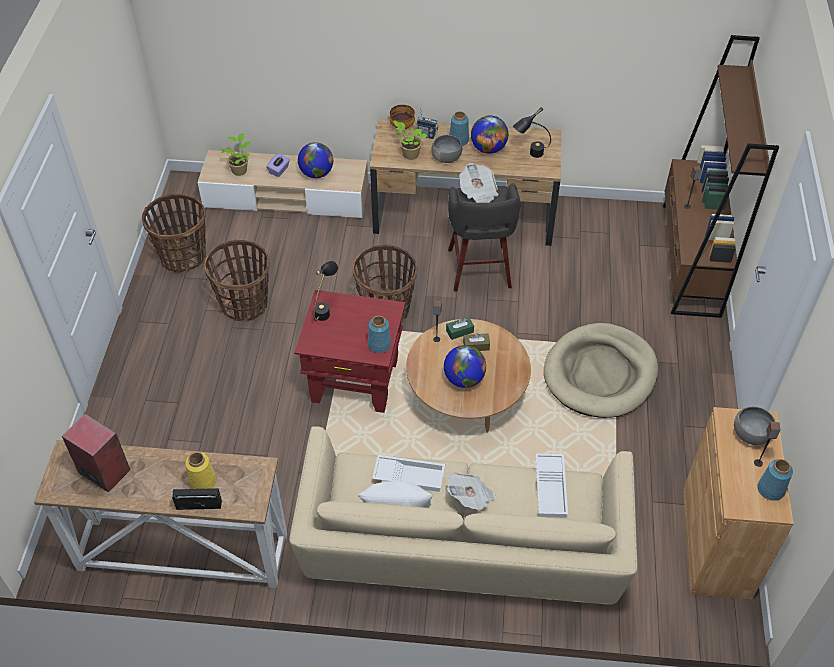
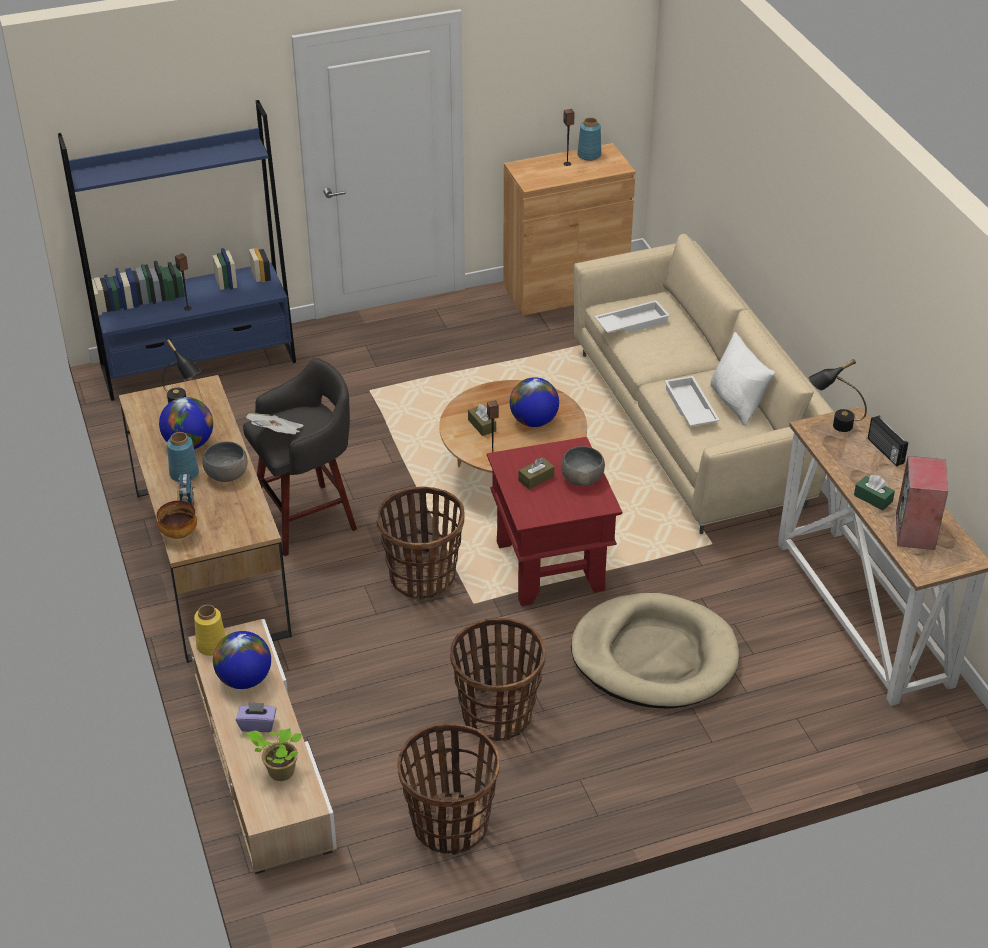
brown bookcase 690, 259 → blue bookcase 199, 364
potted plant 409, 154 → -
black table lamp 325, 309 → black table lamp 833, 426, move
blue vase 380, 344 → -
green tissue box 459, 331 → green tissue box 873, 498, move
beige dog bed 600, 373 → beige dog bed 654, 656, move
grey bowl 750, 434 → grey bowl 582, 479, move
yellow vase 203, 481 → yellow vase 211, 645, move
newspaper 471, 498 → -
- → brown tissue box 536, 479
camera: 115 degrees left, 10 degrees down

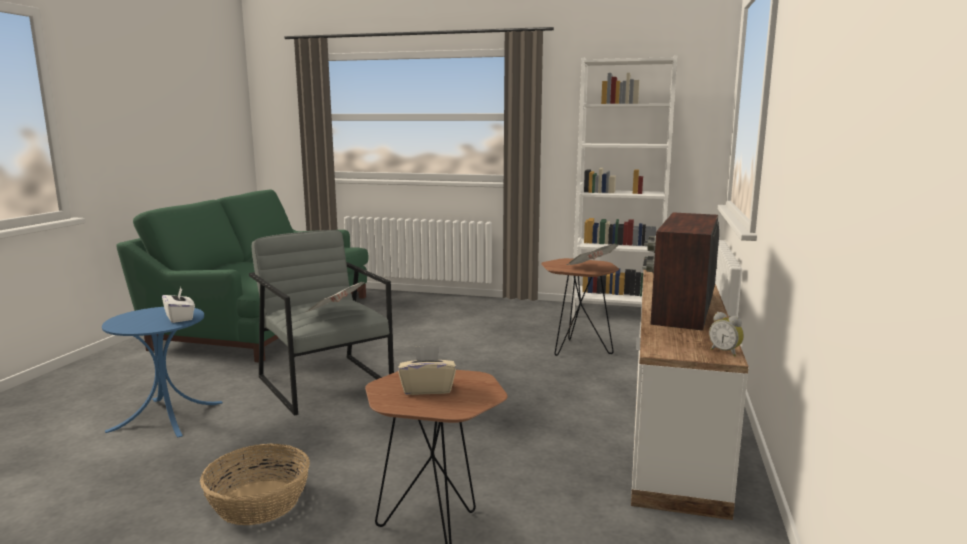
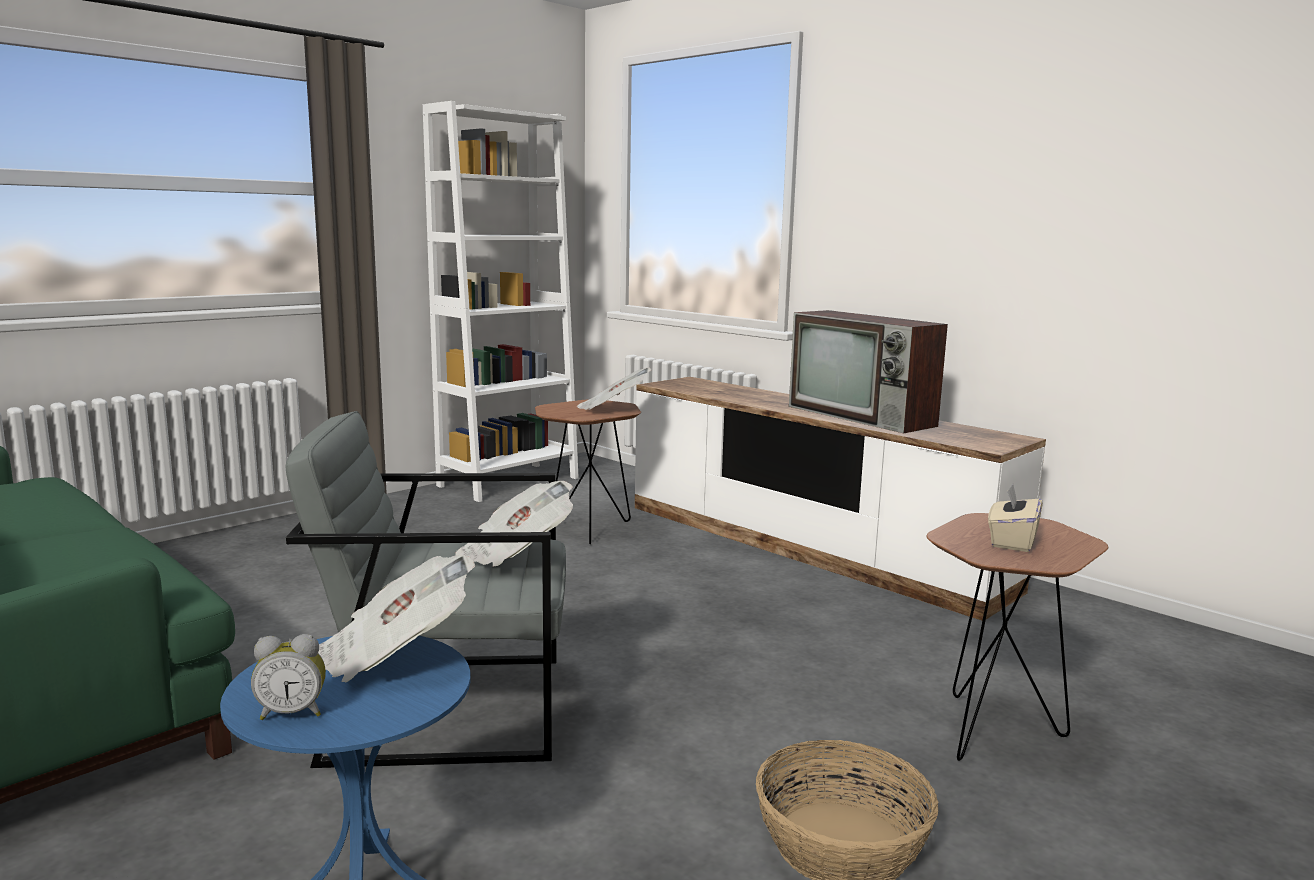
white tissue box 180, 317 → newspaper 392, 655
alarm clock 725, 352 → alarm clock 292, 712, move
camera: 60 degrees left, 0 degrees up

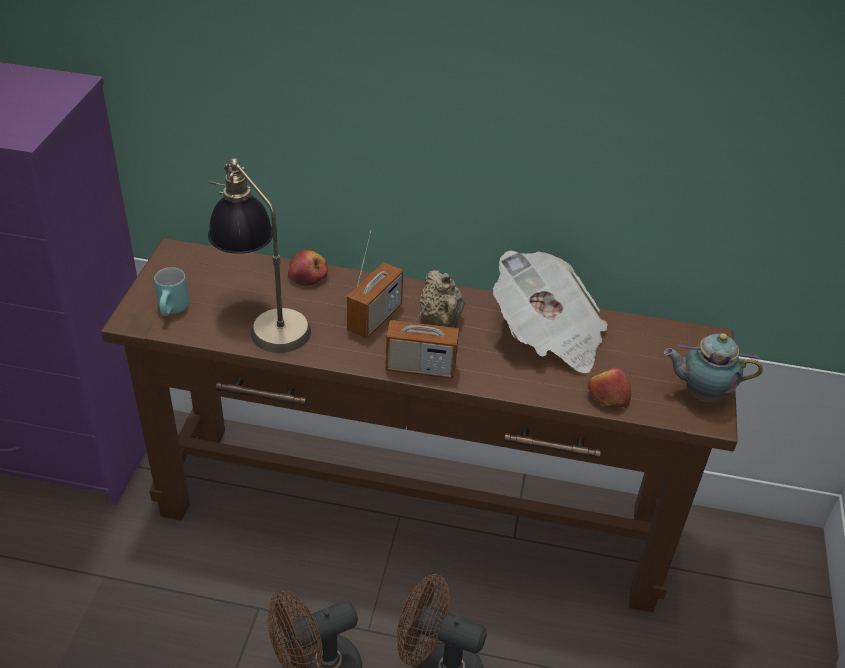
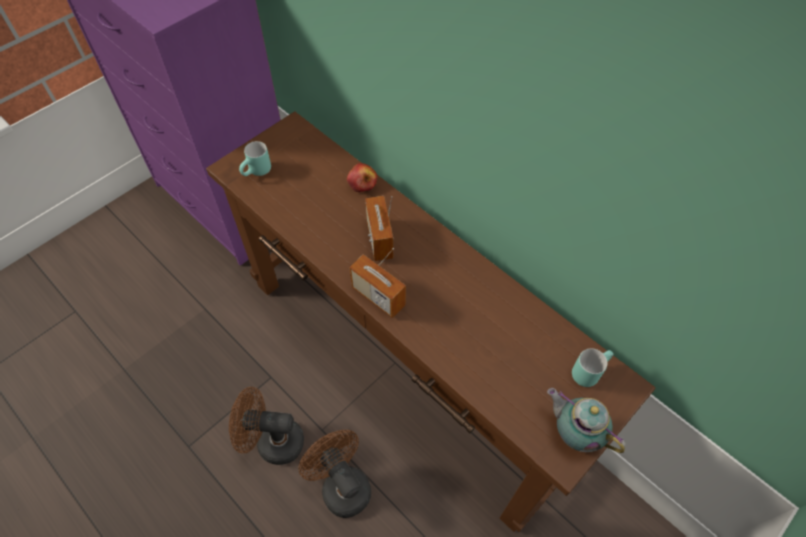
table lamp 263, 319 → -
radio 375, 318 → radio 379, 239, 105 degrees clockwise
newspaper 548, 335 → -
beige teapot 441, 320 → -
apple 607, 396 → -
- → turquoise mug 588, 370
camera: 35 degrees right, 15 degrees up

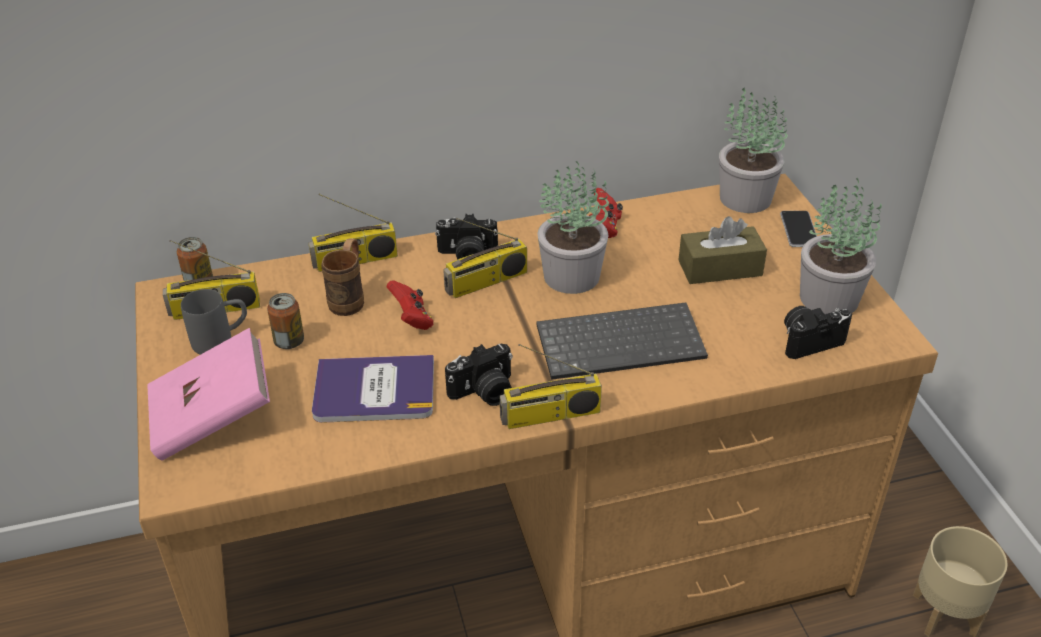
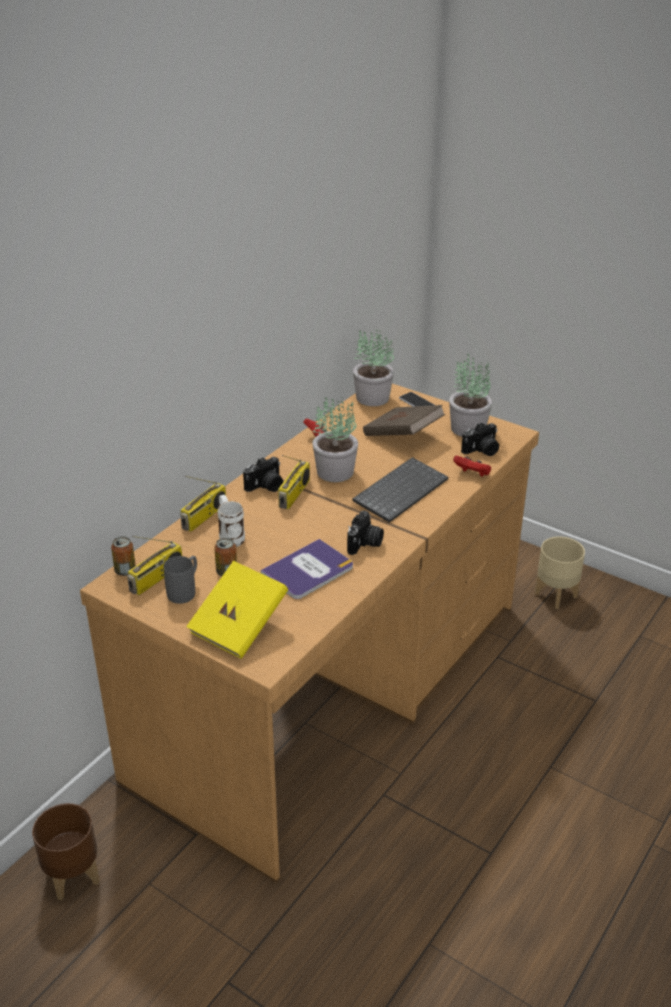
brown tissue box 720, 268 → brown book 402, 436
brown mug 350, 298 → white mug 230, 536
red game controller 412, 319 → red game controller 472, 474, move
photo camera 809, 340 → photo camera 482, 451, 150 degrees counterclockwise
pink book 213, 418 → yellow book 239, 626
radio 550, 416 → -
- → brown planter 74, 876
camera: 40 degrees left, 5 degrees down

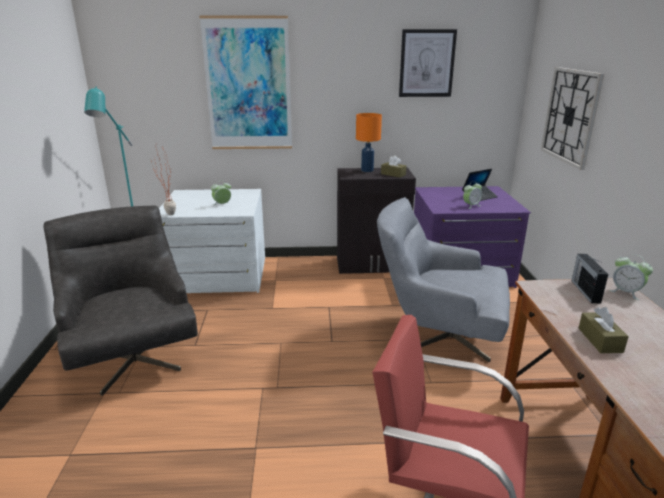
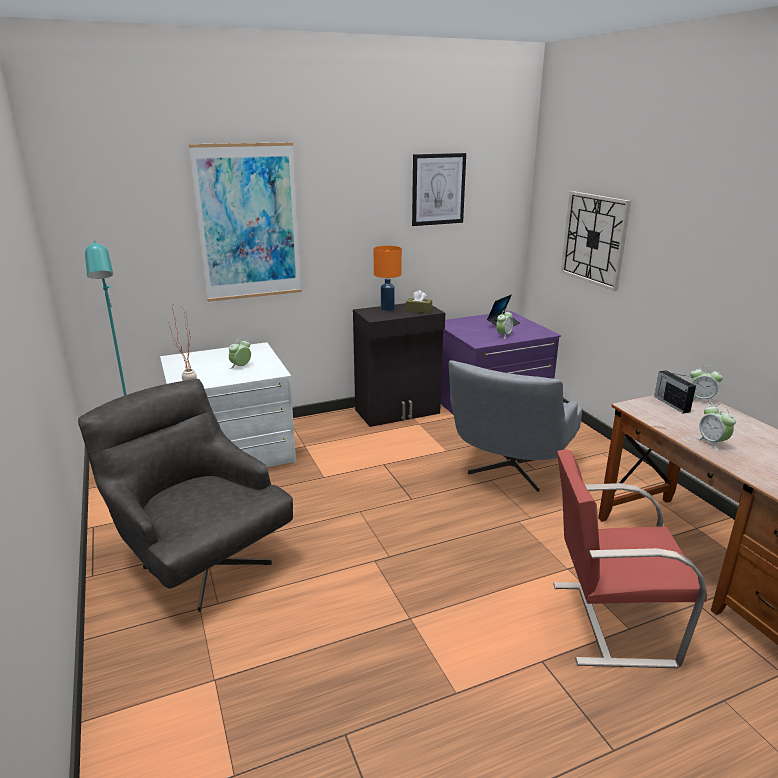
grey armchair 438, 335 → grey armchair 509, 472, 60 degrees counterclockwise
brown tissue box 600, 340 → alarm clock 712, 443
camera: 20 degrees left, 0 degrees up

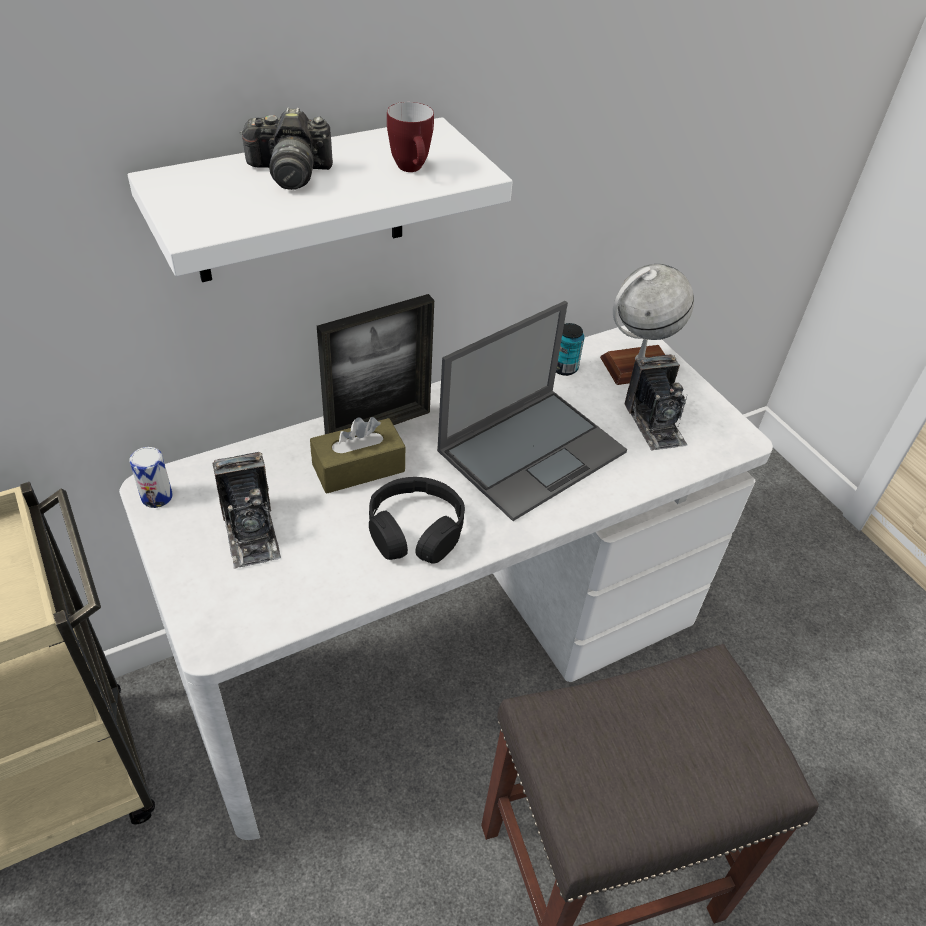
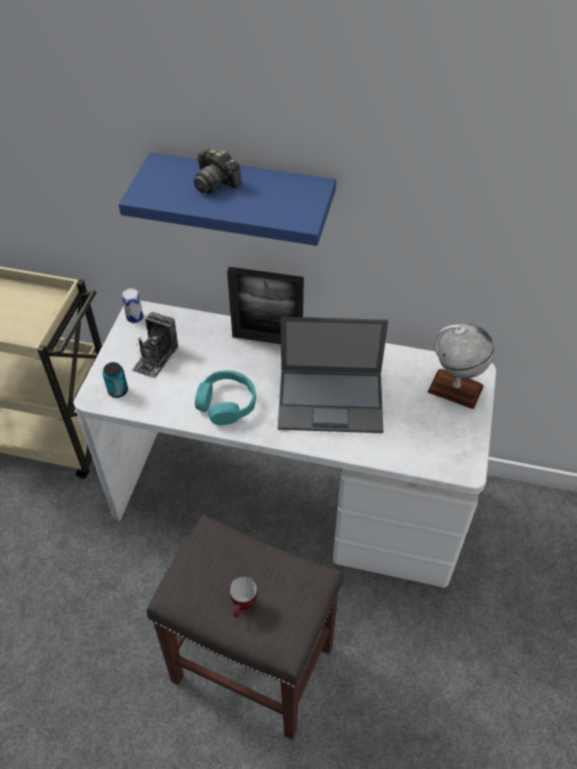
mug 412, 170 → mug 243, 607, move
white shelf 300, 202 → blue shelf 242, 196
can 564, 368 → can 118, 391, move
photo camera 655, 423 → -
brown tissue box 358, 468 → -
black headphones 415, 530 → turquoise headphones 226, 403
camera: 45 degrees right, 5 degrees up

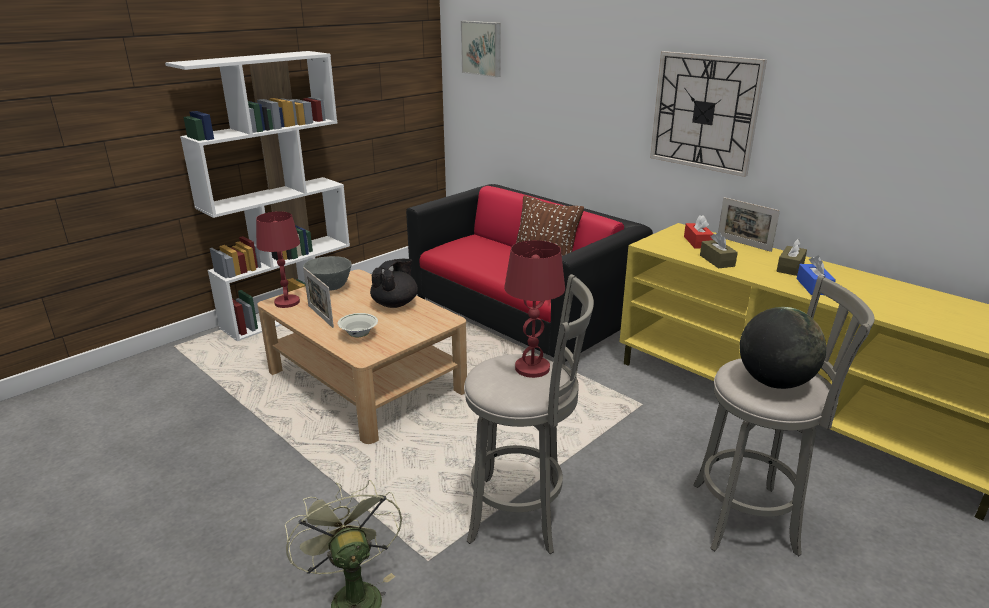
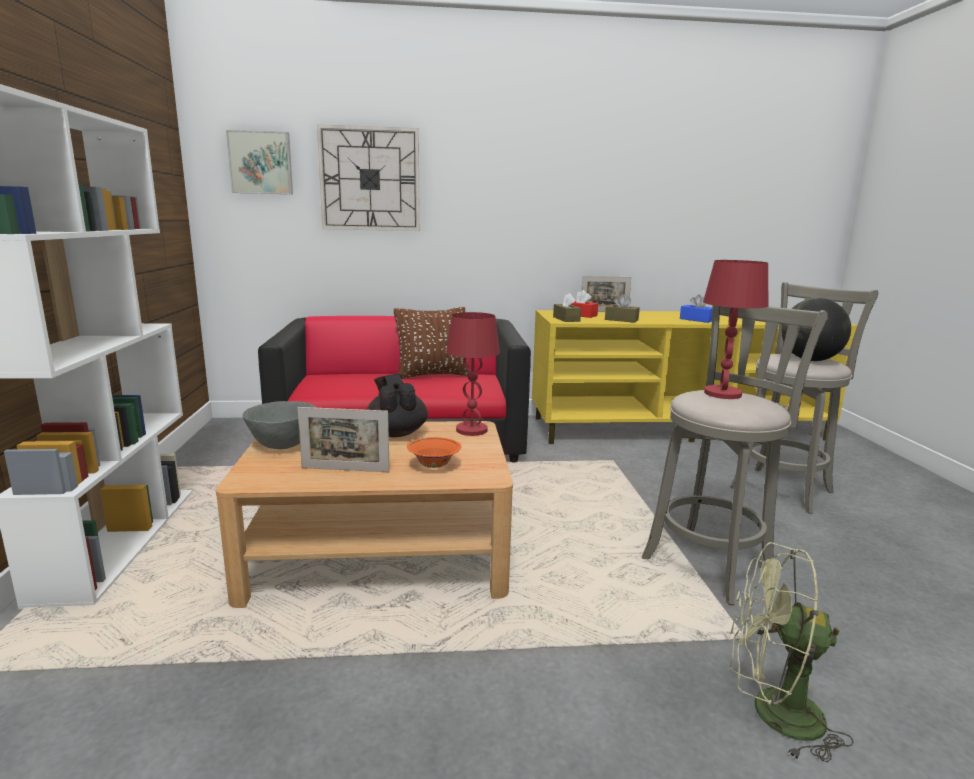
wall clock 704, 112 → wall clock 370, 179, move
red table lamp 287, 302 → red table lamp 472, 430, move
brown tissue box 790, 267 → brown tissue box 566, 319, move
white bowl 359, 335 → orange bowl 434, 466
camera: 50 degrees left, 10 degrees down

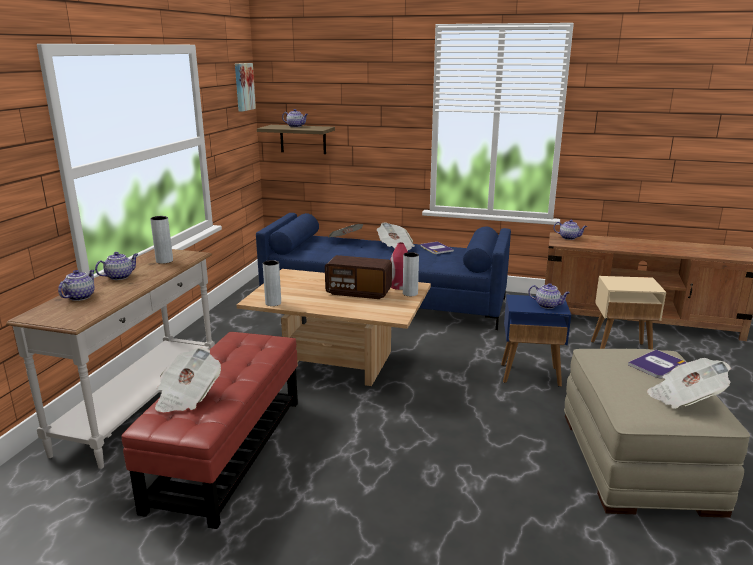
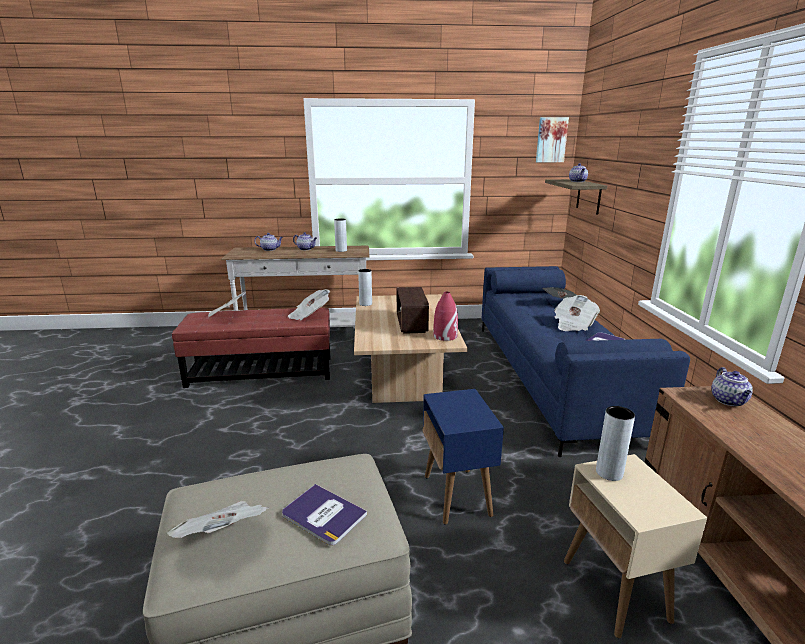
grey vase 410, 293 → grey vase 609, 473, move
teapot 548, 305 → -
- → newspaper 309, 315
camera: 70 degrees right, 0 degrees up

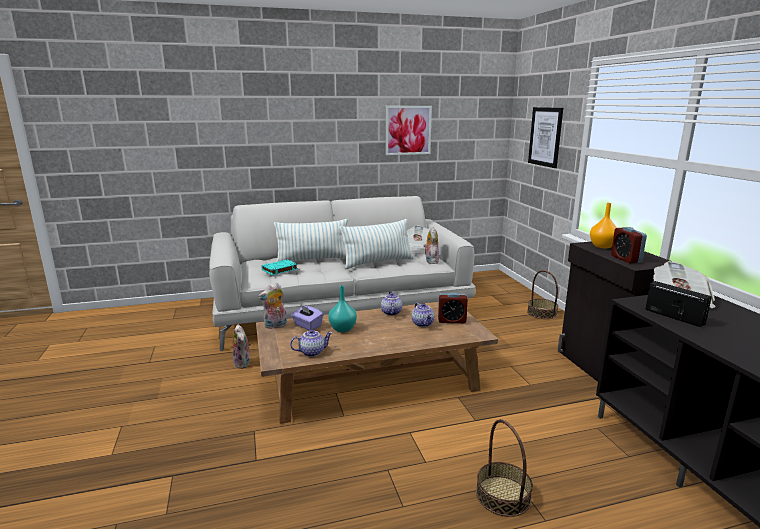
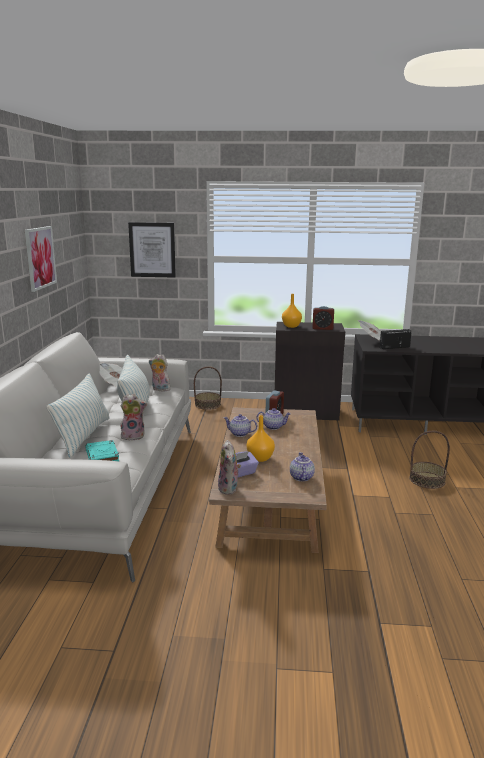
turquoise vase 343, 329 → orange vase 261, 458
plush toy 243, 364 → plush toy 133, 436, move
camera: 70 degrees left, 0 degrees up

